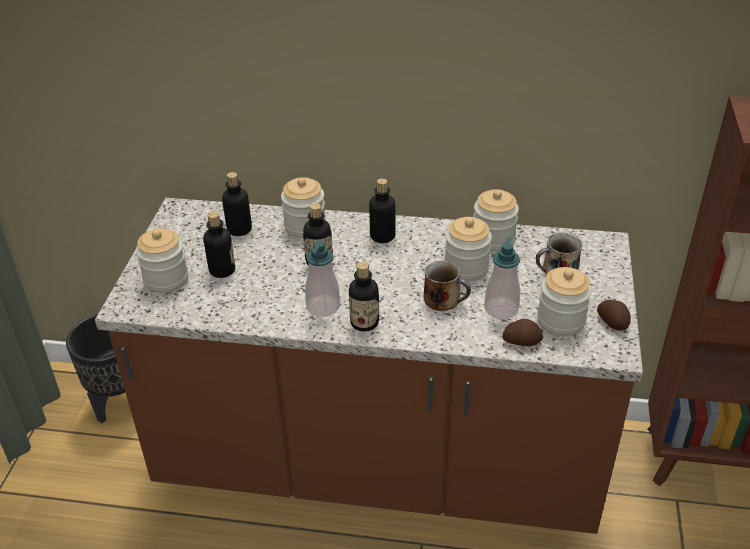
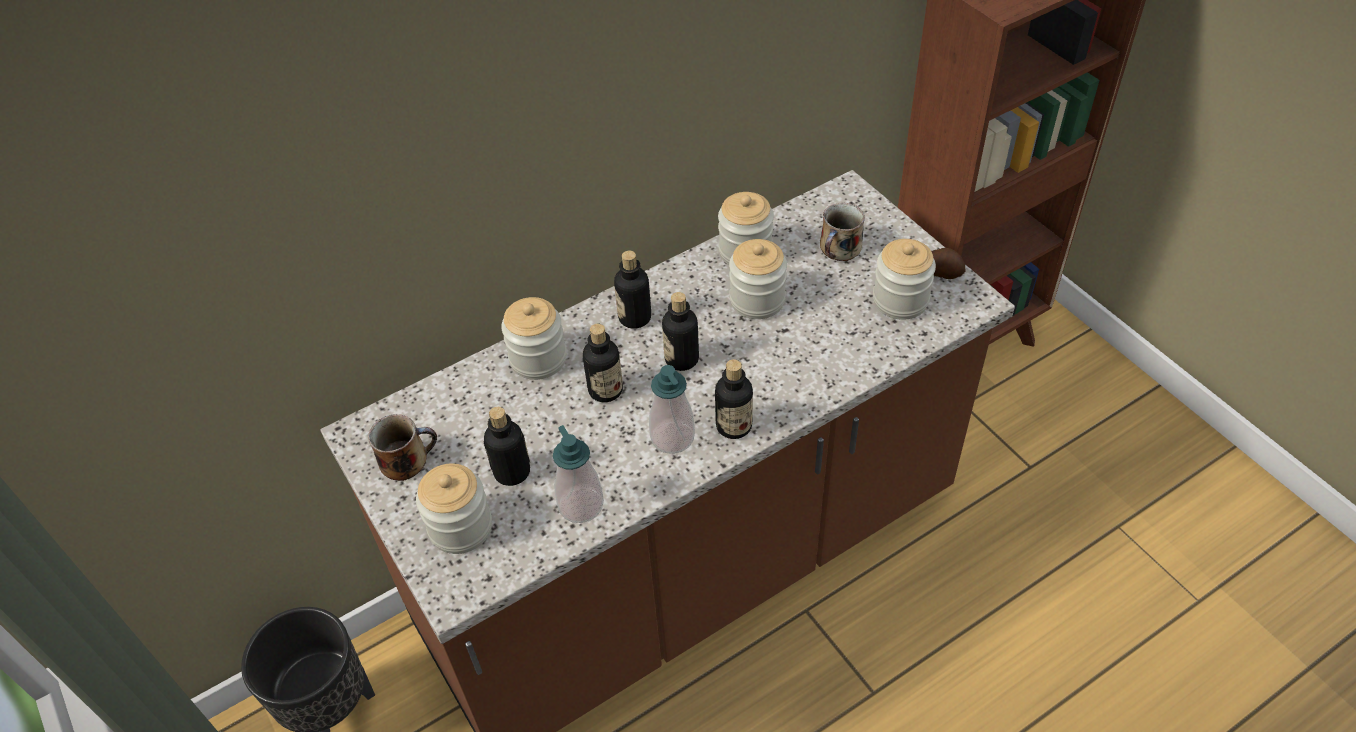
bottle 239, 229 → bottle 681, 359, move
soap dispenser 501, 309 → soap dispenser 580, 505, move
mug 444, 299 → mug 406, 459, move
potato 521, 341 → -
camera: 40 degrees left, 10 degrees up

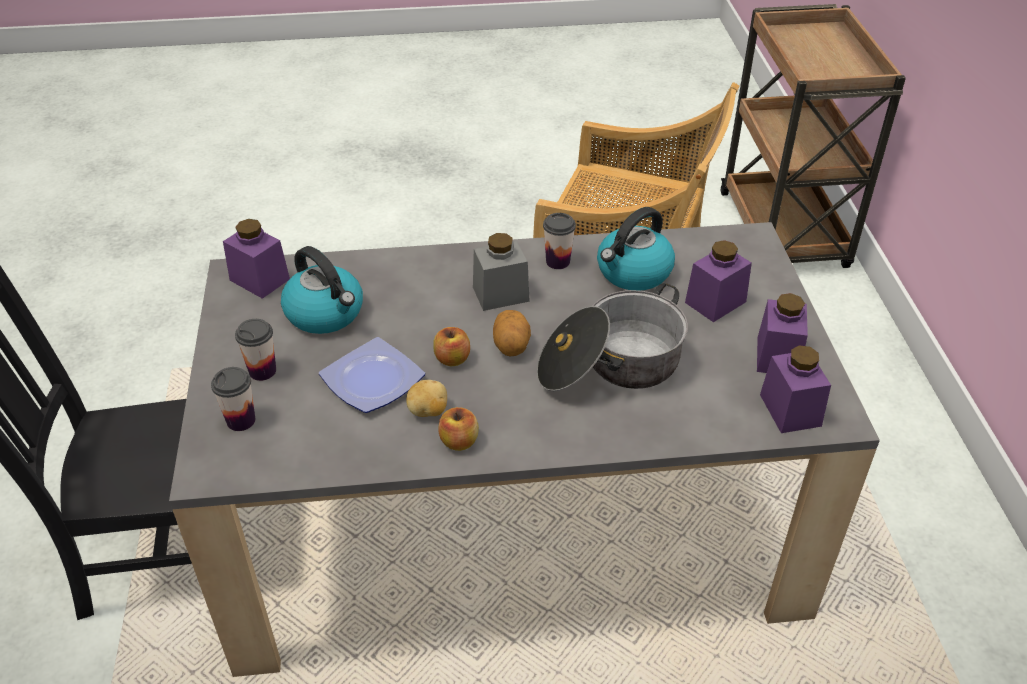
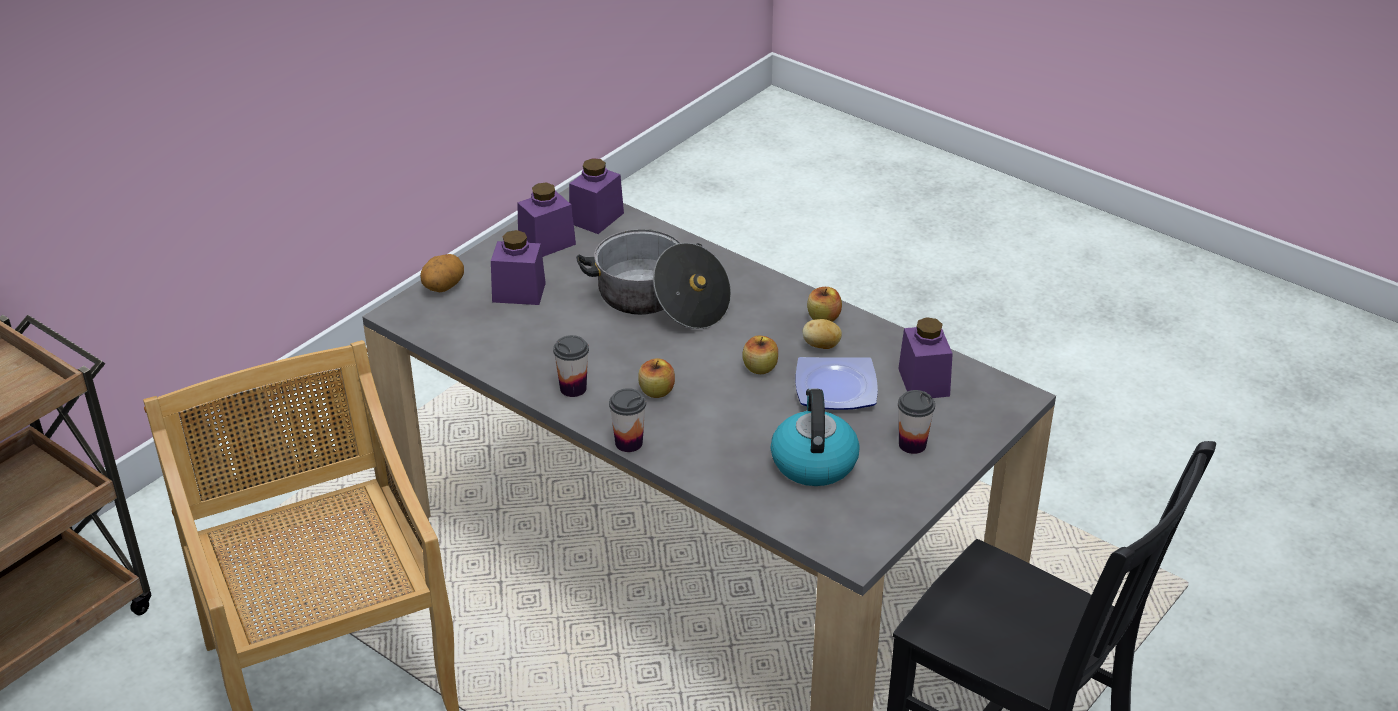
kettle 633, 272 → -
purple jar 259, 279 → purple jar 923, 382, move
grey jar 500, 294 → apple 656, 391
potato 511, 346 → potato 443, 287, move
cup 241, 420 → cup 628, 443, move
camera: 135 degrees left, 5 degrees down

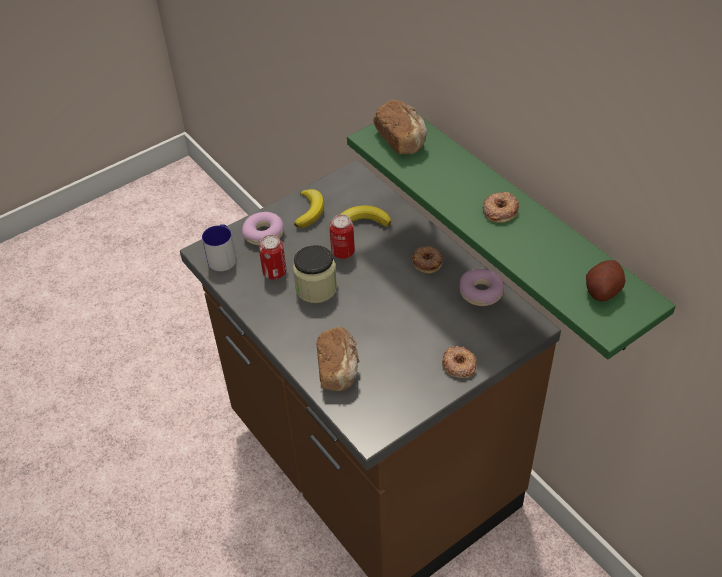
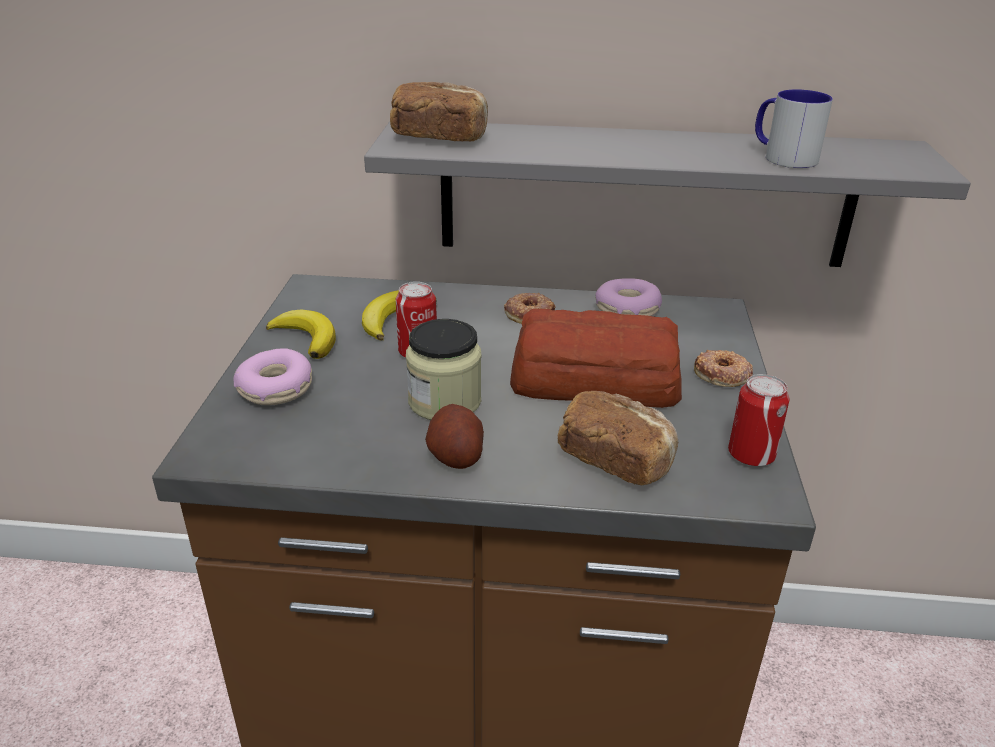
green shelf 522, 229 → grey shelf 644, 194
donut 499, 210 → -
mug 223, 256 → mug 782, 157, move
can 274, 272 → can 751, 455, move
potato 602, 290 → potato 455, 456, move
- → bread 592, 379
camera: 50 degrees left, 15 degrees down

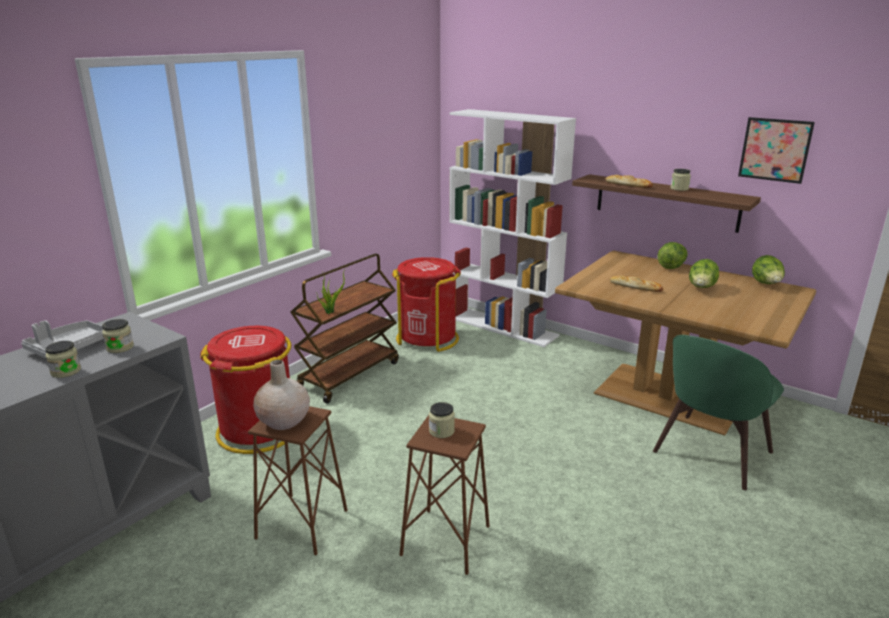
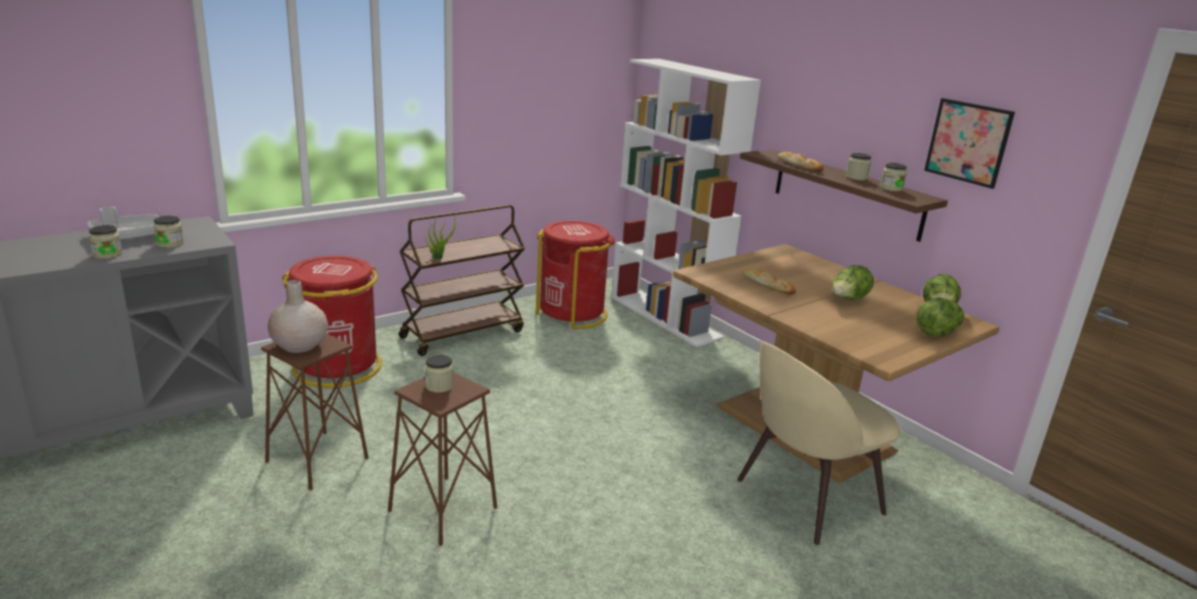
lettuce 671, 266 → lettuce 937, 333, move
green chair 710, 454 → beige chair 805, 498
- → jar 891, 188
camera: 15 degrees right, 0 degrees up

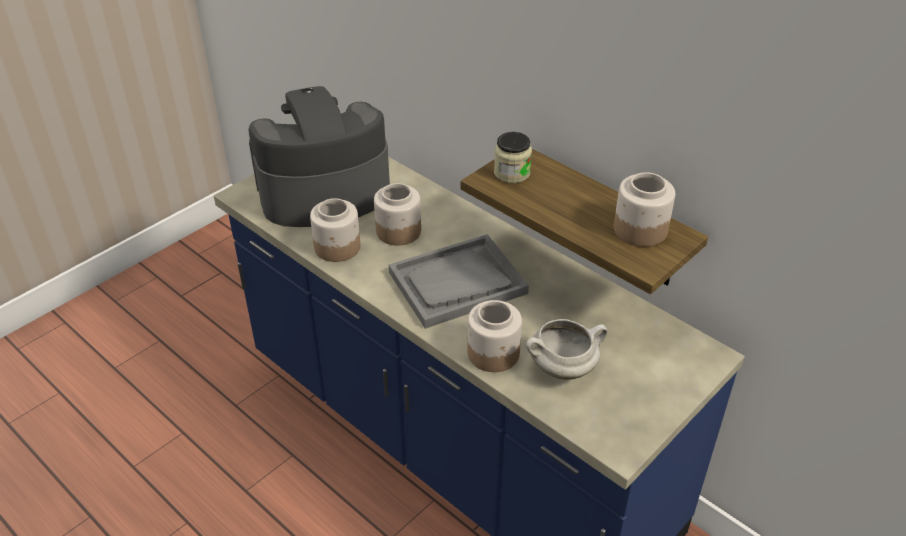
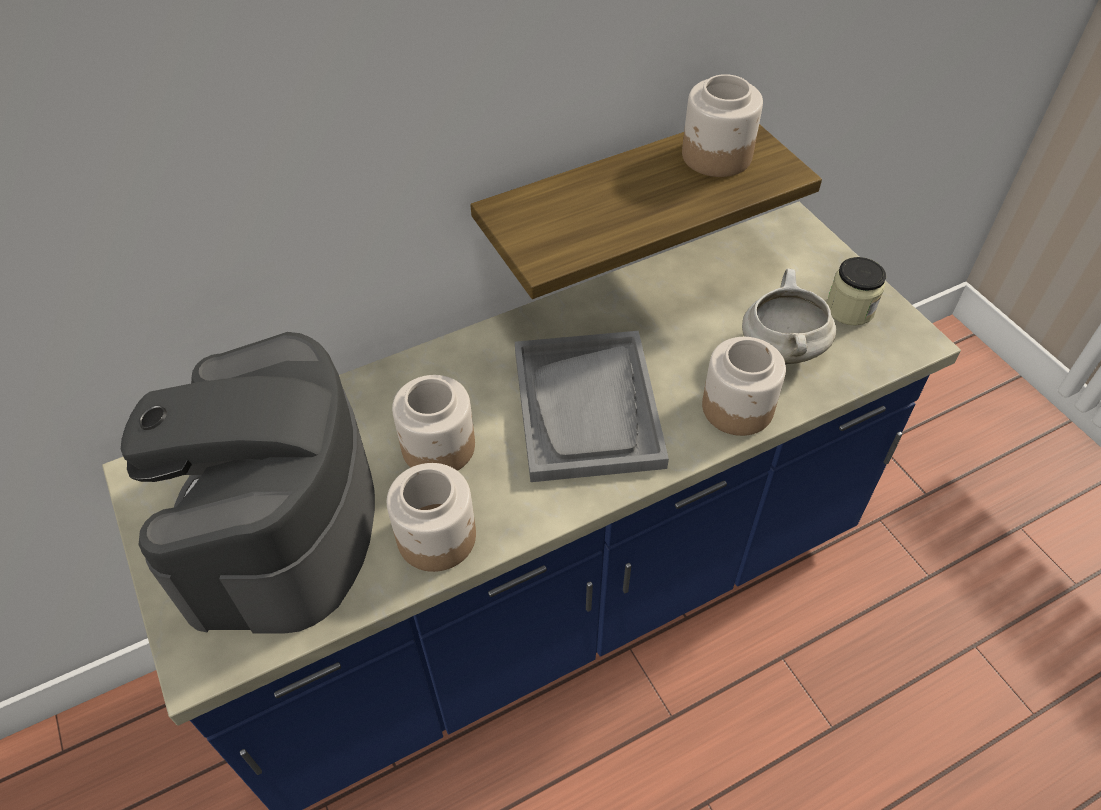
jar 512, 173 → jar 850, 309, move
camera: 70 degrees left, 10 degrees up

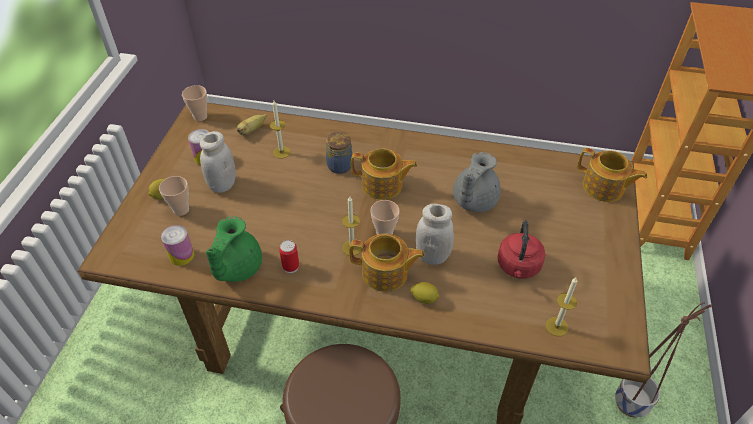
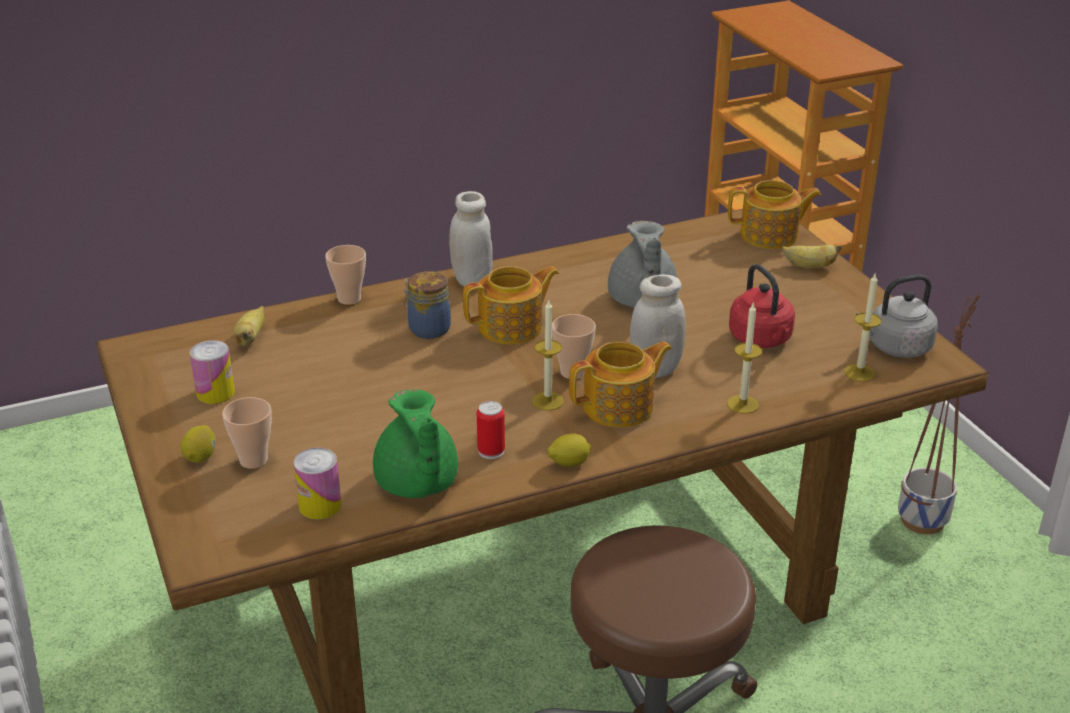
cup 200, 117 → cup 349, 299, move
candle 281, 152 → candle 742, 404, move
white jar 222, 184 → white jar 472, 280, move
lemon 424, 298 → lemon 569, 463, move
- → banana 809, 266
- → grey kettle 896, 347
camera: 35 degrees left, 15 degrees down

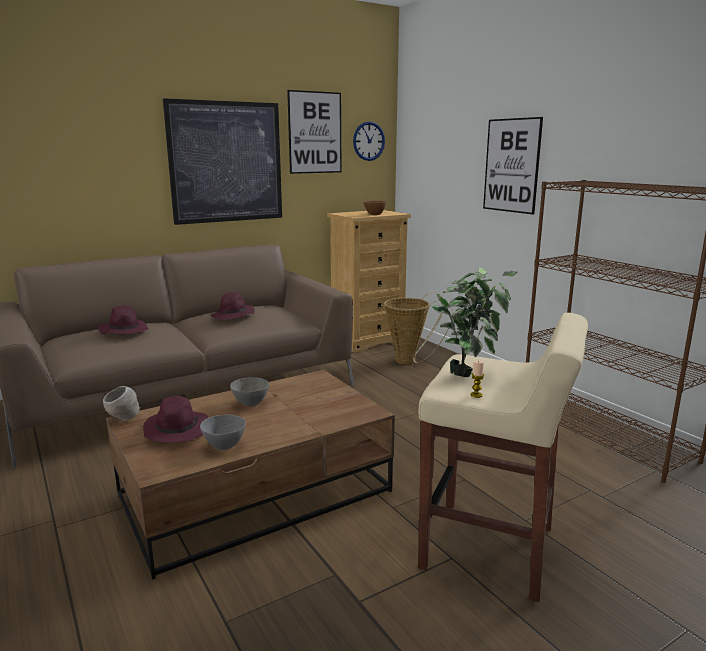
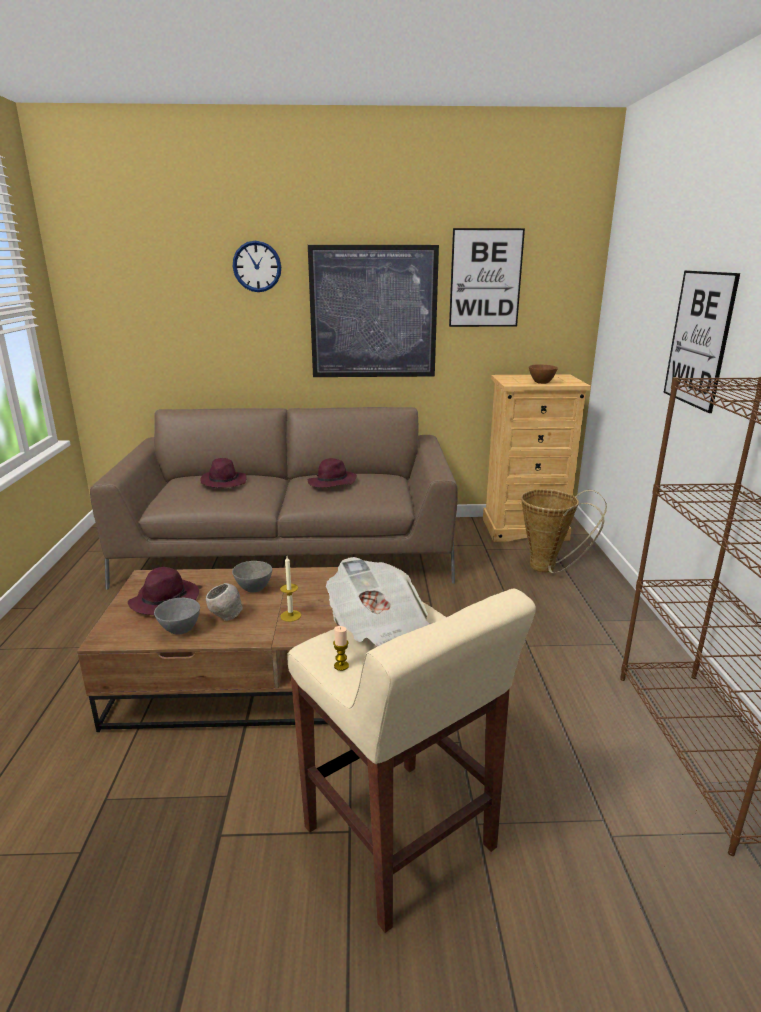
wall clock 368, 141 → wall clock 257, 266, move
potted plant 468, 373 → newspaper 379, 631
grey bowl 123, 419 → grey bowl 226, 617, move
- → candle 290, 616
camera: 30 degrees right, 5 degrees up

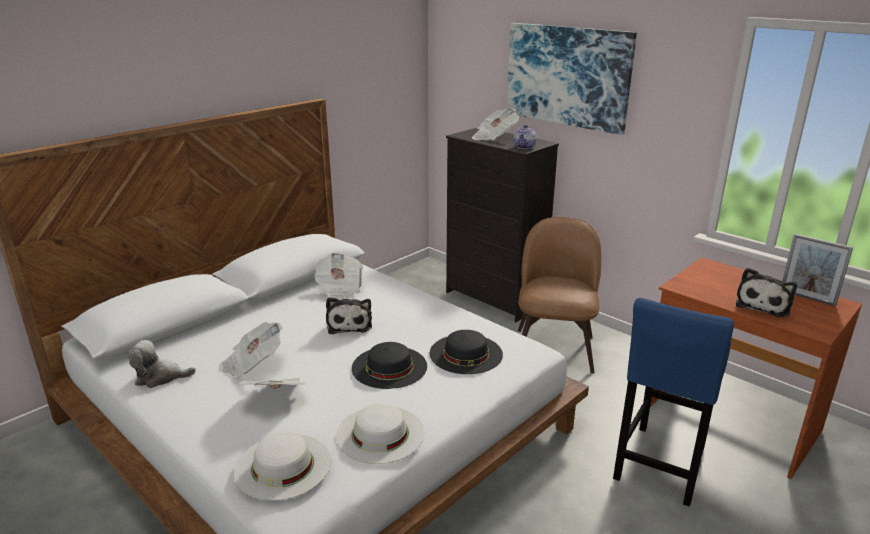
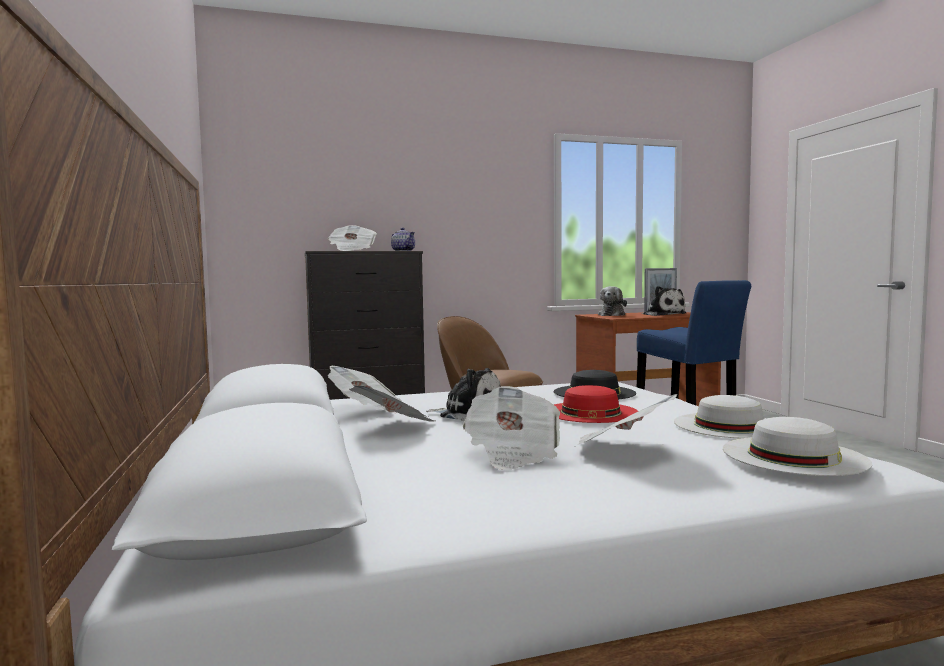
picture 567, 76 → -
plush toy 160, 377 → plush toy 612, 315, move
black hat 389, 367 → red hat 590, 412
- → newspaper 395, 427
camera: 60 degrees left, 20 degrees down

